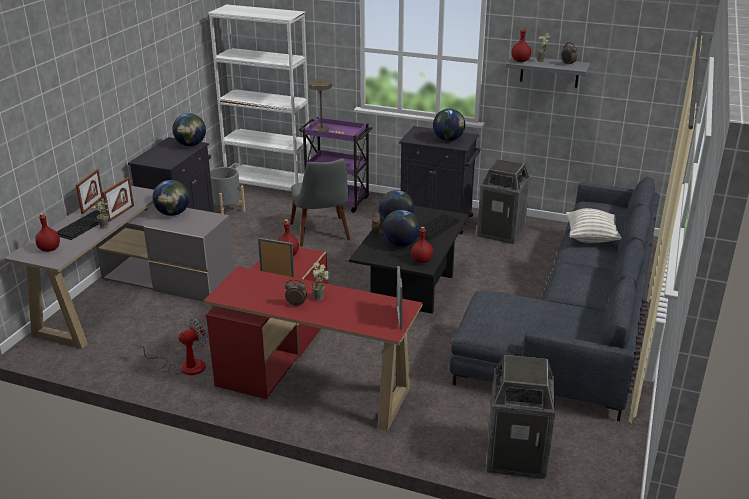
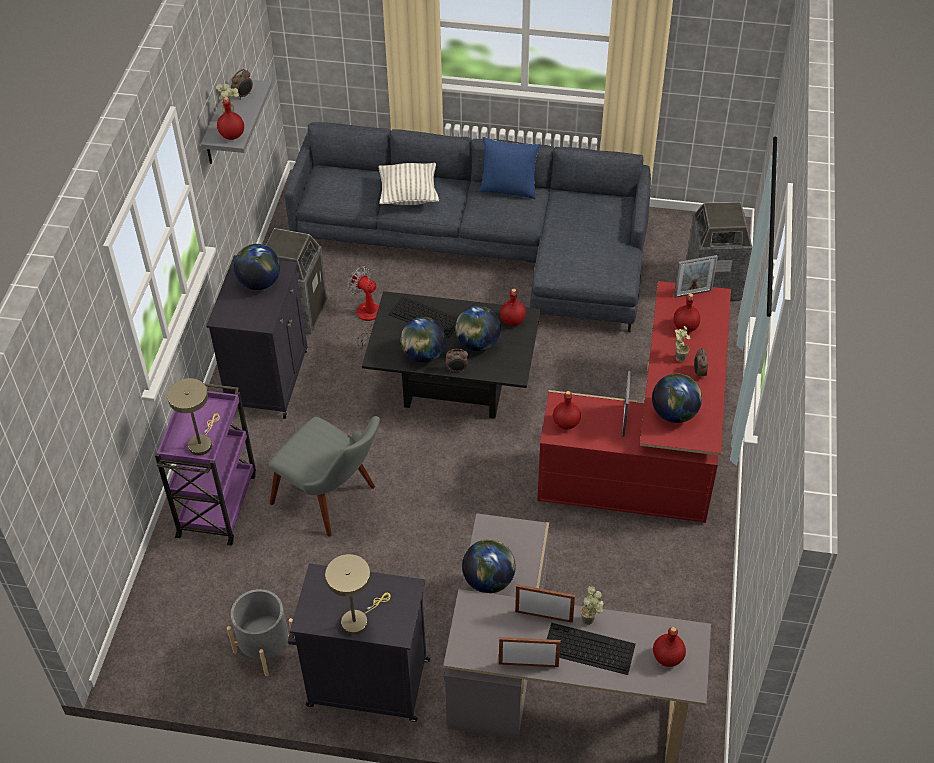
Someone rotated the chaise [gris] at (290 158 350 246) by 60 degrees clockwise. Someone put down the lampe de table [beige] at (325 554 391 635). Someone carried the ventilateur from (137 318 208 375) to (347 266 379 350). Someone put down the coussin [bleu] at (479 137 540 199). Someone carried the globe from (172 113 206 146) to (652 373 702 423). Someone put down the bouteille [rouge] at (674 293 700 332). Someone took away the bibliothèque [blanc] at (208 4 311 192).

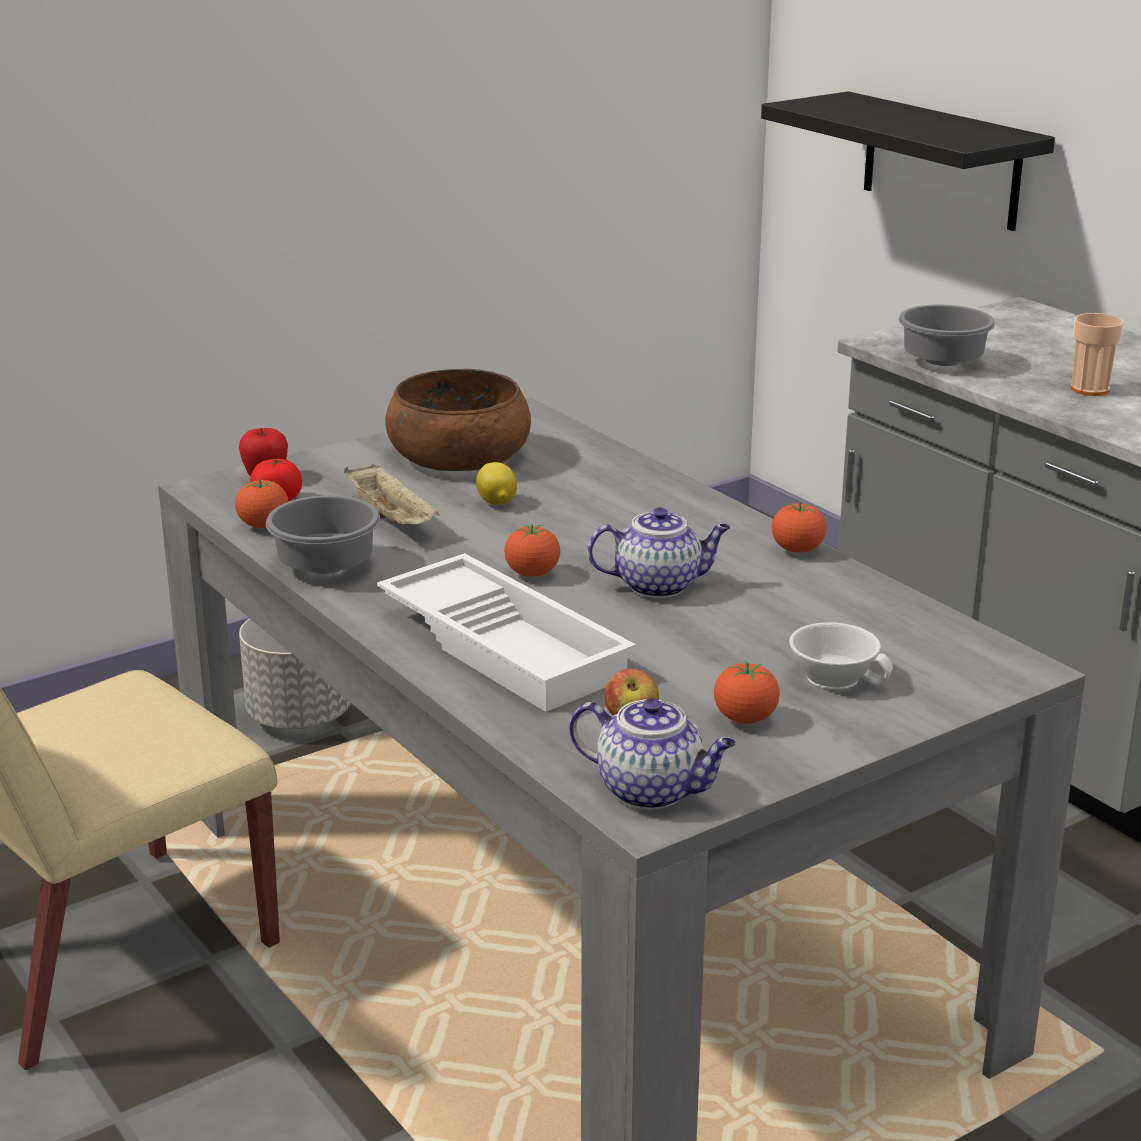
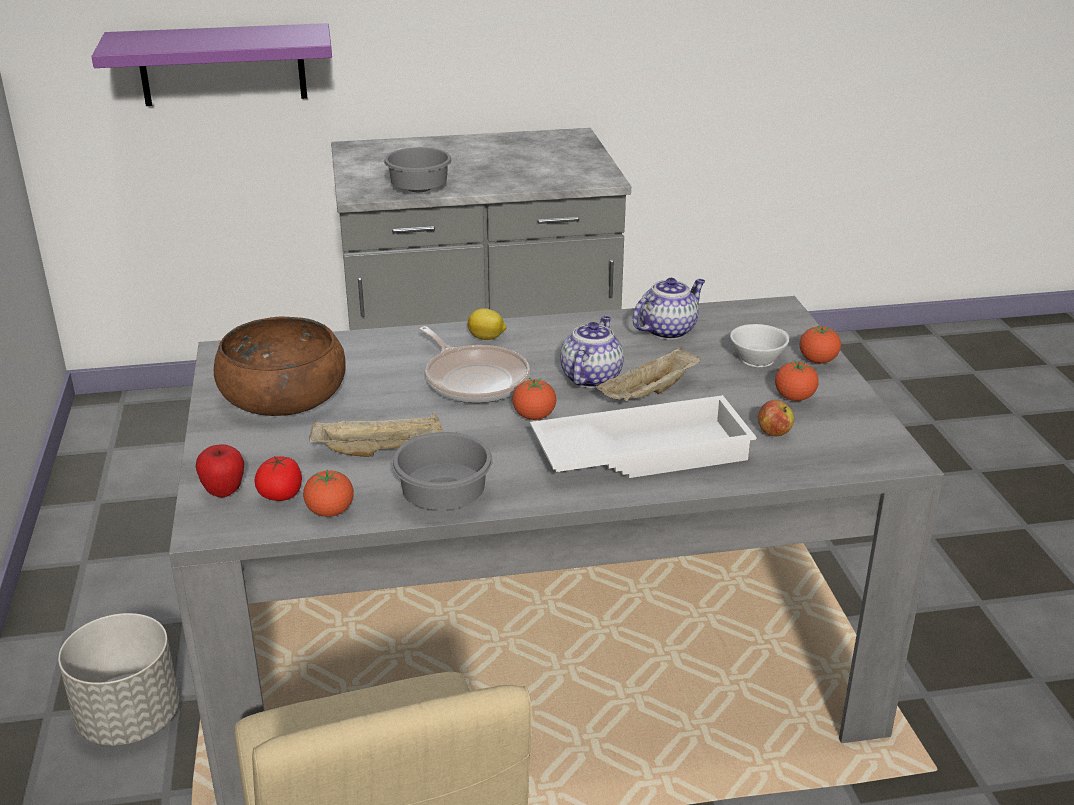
Someone repainted the étagère [noir] at (761 91 1055 231), which became the étagère [violet] at (91 23 332 106). Someone put down the poêle at (420 326 530 403). Someone carried the citron from (476 462 517 506) to (468 308 506 340). Someone put down the plateau [beige] at (596 346 701 401). Someone carried the théière from (569 698 736 809) to (632 278 705 340). Someone carried the tomate from (772 502 826 553) to (800 326 841 363). Someone took away the tasse at (1071 313 1124 396).

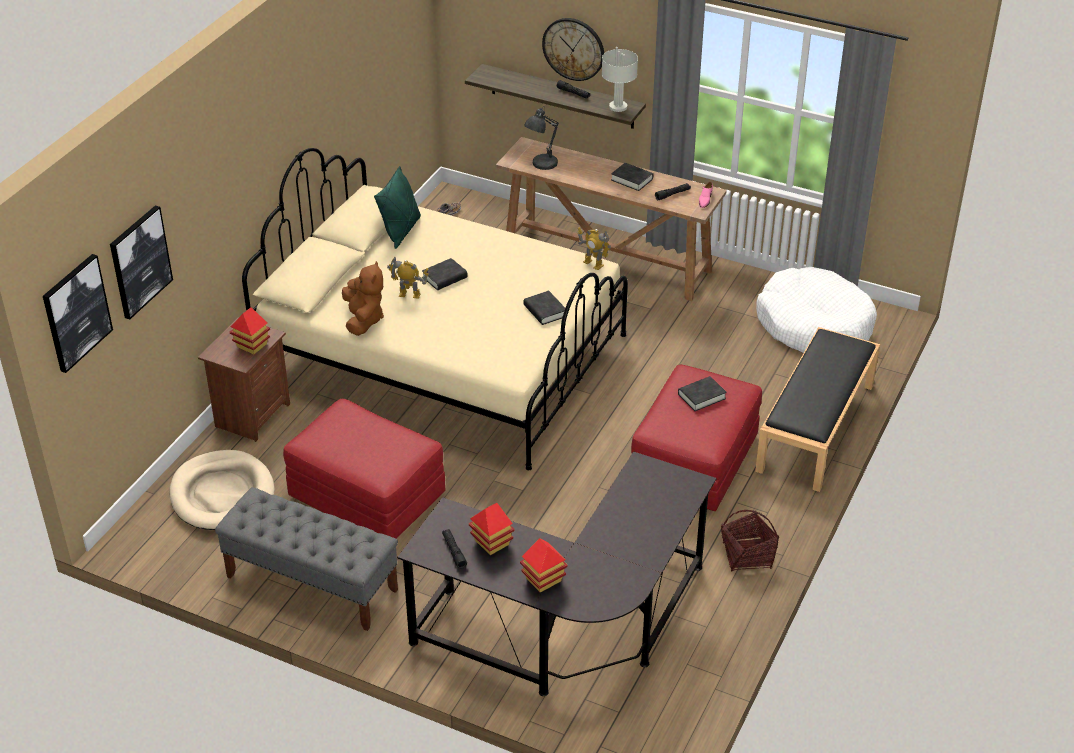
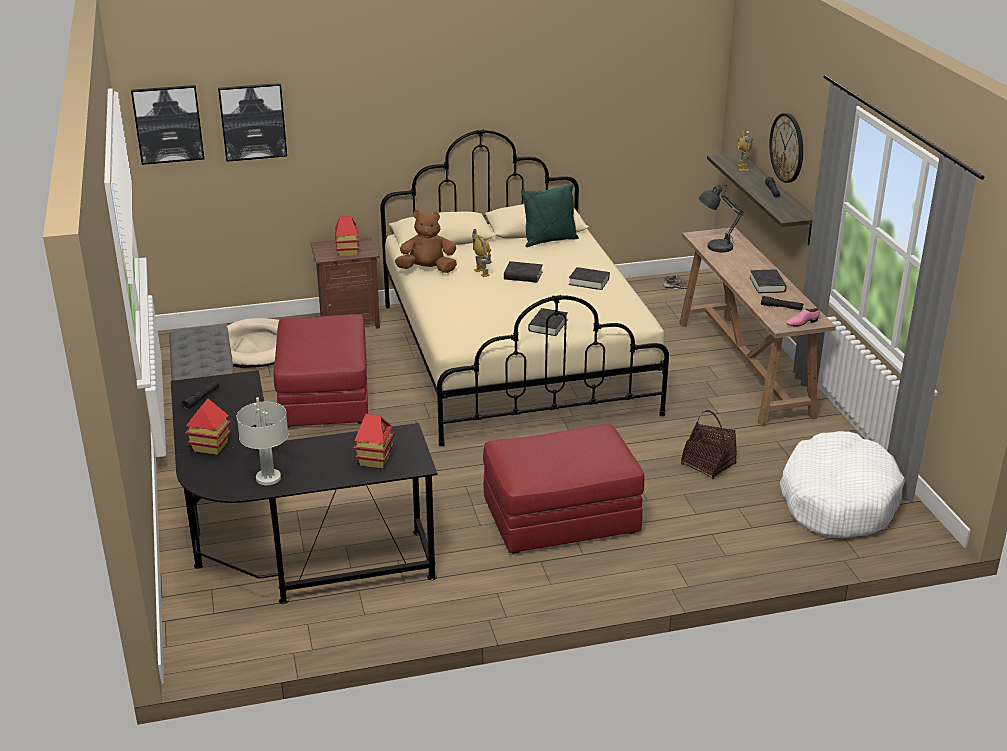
Someone carried the lampe de table [gris] from (602 47 638 112) to (237 398 288 485). Someone carried the maison miniature from (469 503 515 555) to (353 414 395 468). Someone rotated the peluche [marron] at (342 261 384 336) by 135 degrees counterclockwise. Someone carried the livre [noir] from (678 376 727 411) to (569 267 610 290). Someone carried the panier from (721 510 779 571) to (681 410 737 479). Someone carried the robot jouet from (578 227 611 270) to (738 130 753 172). Someone took away the banc [noir] at (755 327 880 492).

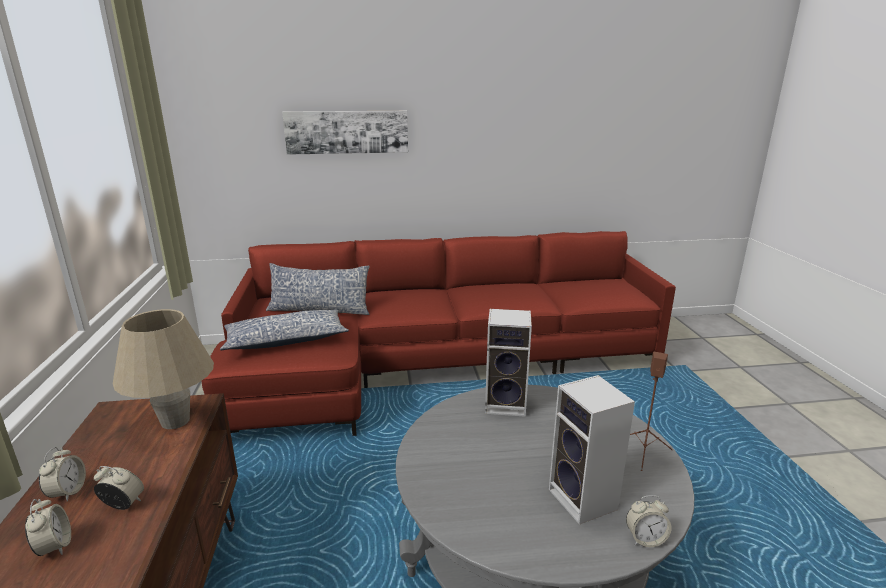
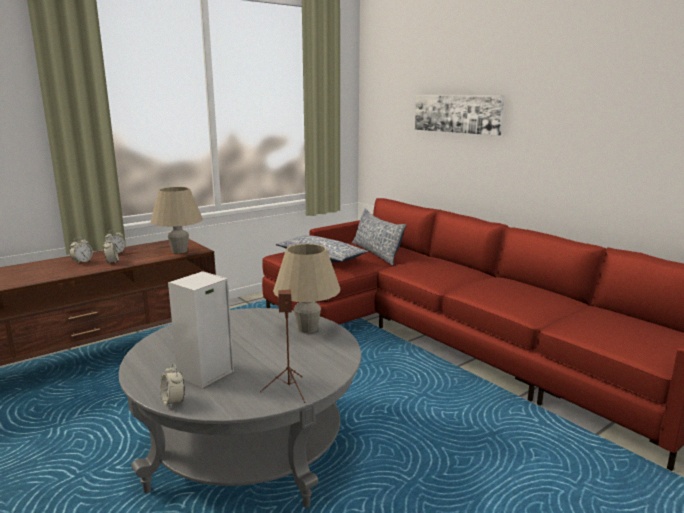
Someone swapped the enceinte at (485 309 532 417) for the lampe de table [beige] at (273 244 341 333).

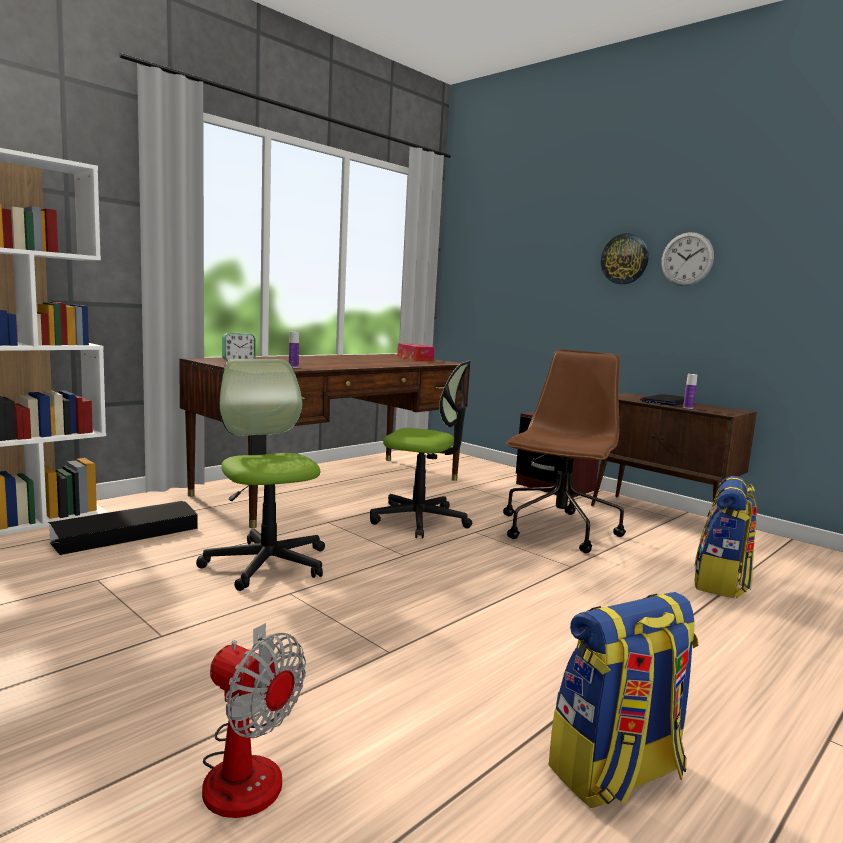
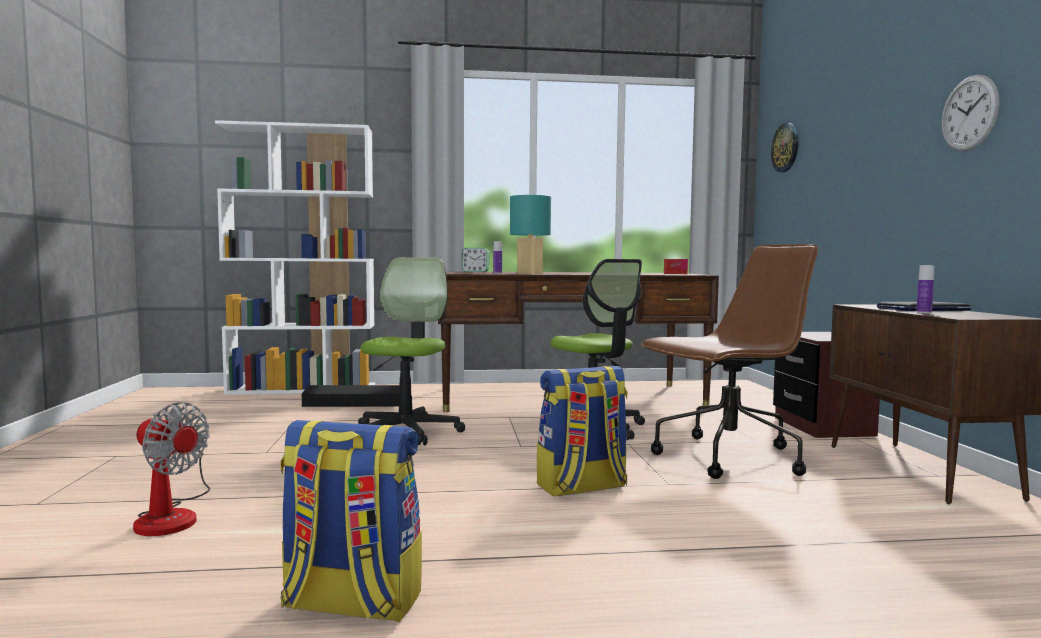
Someone rotated the ventilateur at (202 623 306 818) by 45 degrees counterclockwise. Someone put down the lampe de table [turquoise] at (510 195 551 274). Someone carried the sac à dos from (694 476 757 598) to (537 366 628 497). Someone carried the horloge murale from (601 233 649 284) to (771 123 799 172).

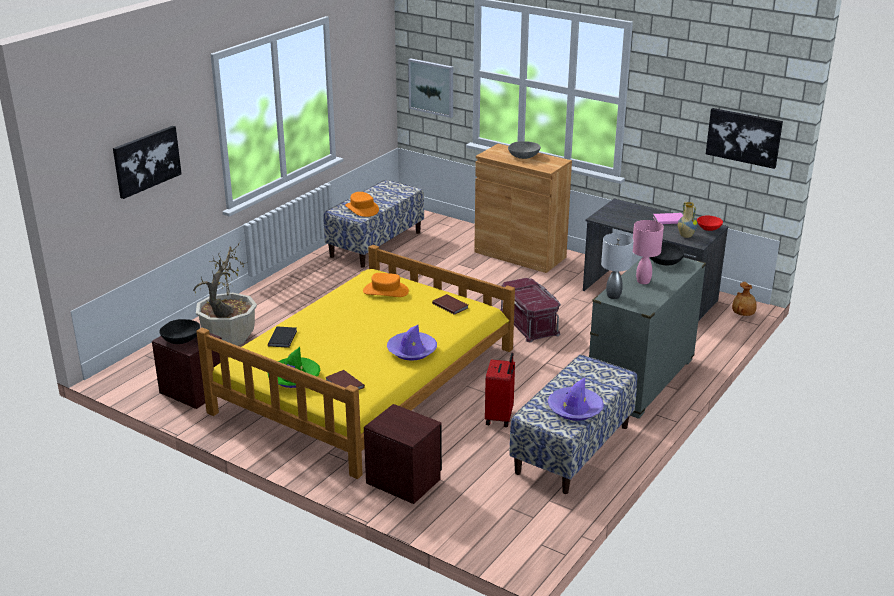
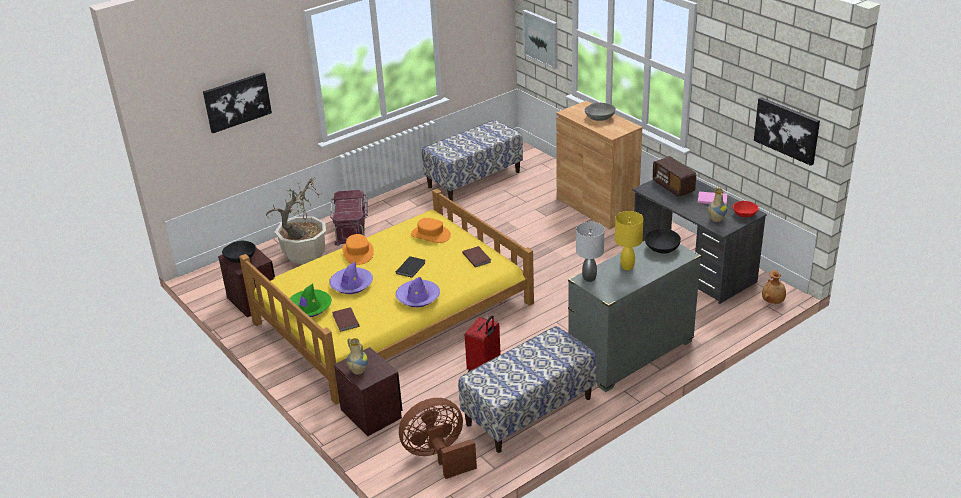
Someone carried the chapeau [violet] from (548 378 604 421) to (329 262 373 294). Someone carried the boîte de rangement [rouge] from (500 278 561 343) to (330 190 368 246). Someone carried the chapeau [orange] from (345 192 379 217) to (342 234 374 265). Someone put down the vase at (347 338 368 374). Someone carried the livre [noir] from (268 326 297 348) to (396 256 426 278). Someone put down the ventilateur [marron] at (399 398 477 479). Someone repainted the lampe de table [rose] at (633 220 664 284), which became the lampe de table [jaune] at (615 211 644 270). Someone put down the radio at (652 156 696 197).

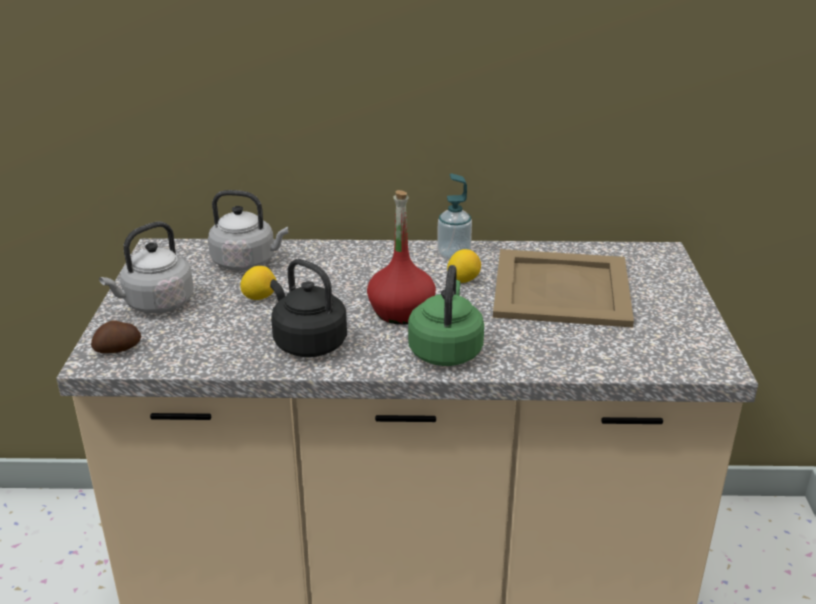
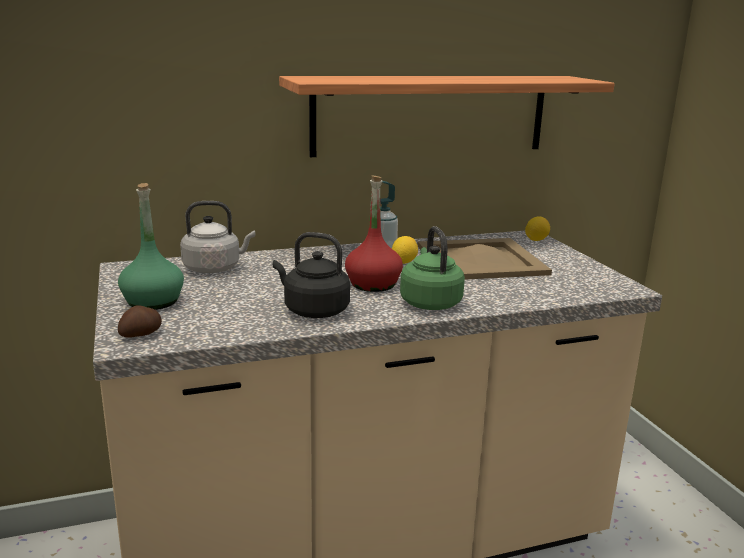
Someone swapped the bouilloire [gris] at (99 222 194 313) for the bouteille [vert] at (118 183 184 310). Someone put up the étagère at (279 76 615 157). Someone carried the citron from (240 266 276 300) to (525 217 550 241).

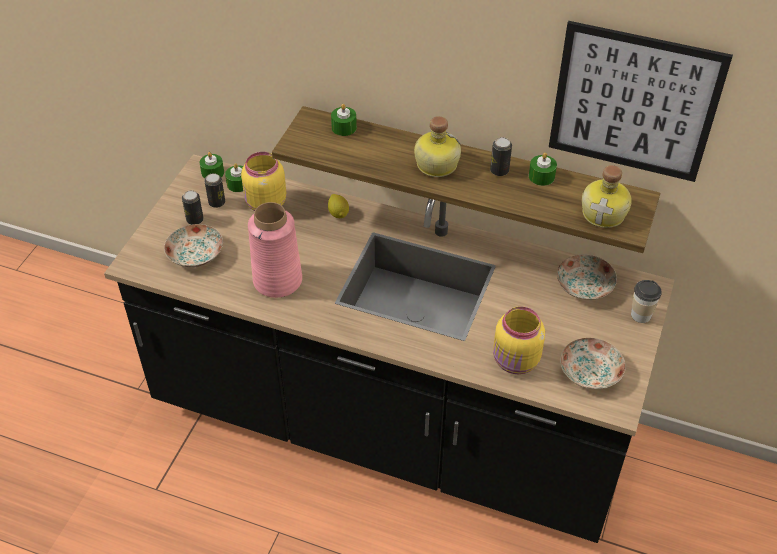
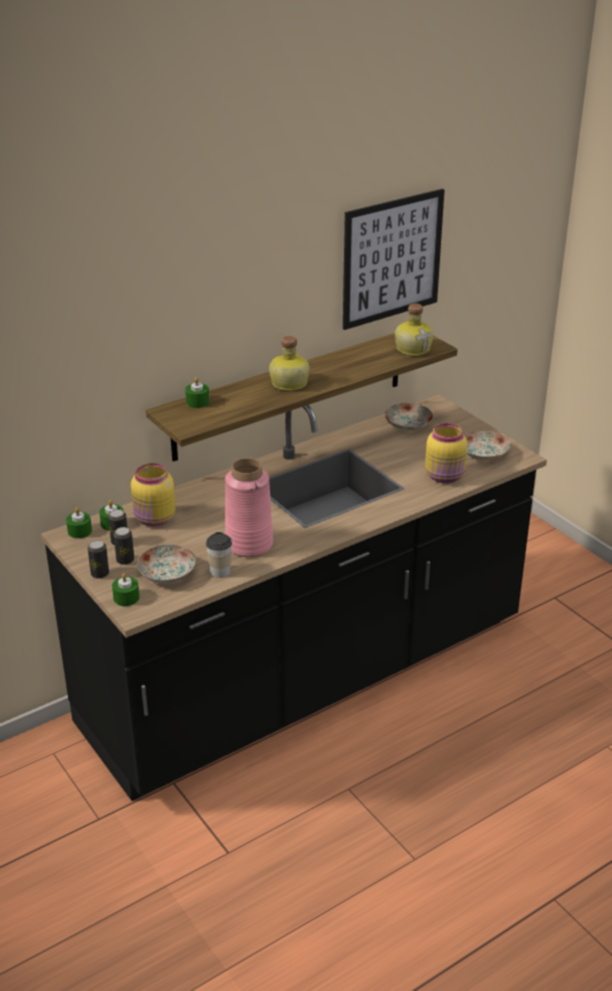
Someone carried the boîte métallique from (490 137 512 176) to (87 540 109 579). Someone carried the bougie [vert] from (529 153 557 186) to (112 573 140 606). Someone carried the tasse from (631 280 662 323) to (206 532 232 578). Someone took away the citron at (328 194 349 218).

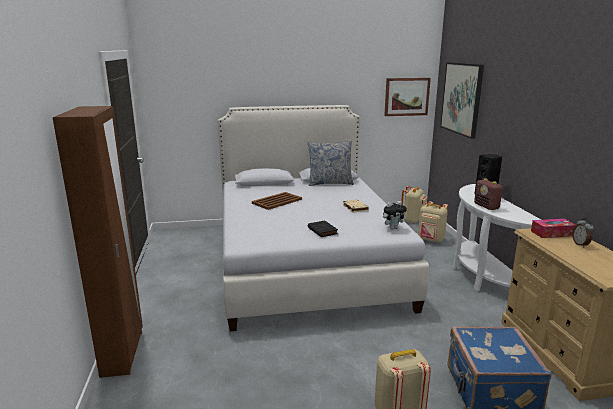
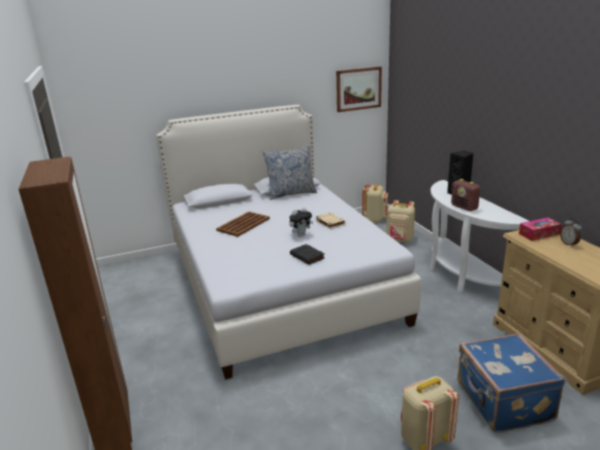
Someone carried the peluche from (383 201 407 229) to (289 207 313 236). Someone took away the tableau at (440 62 484 139).

